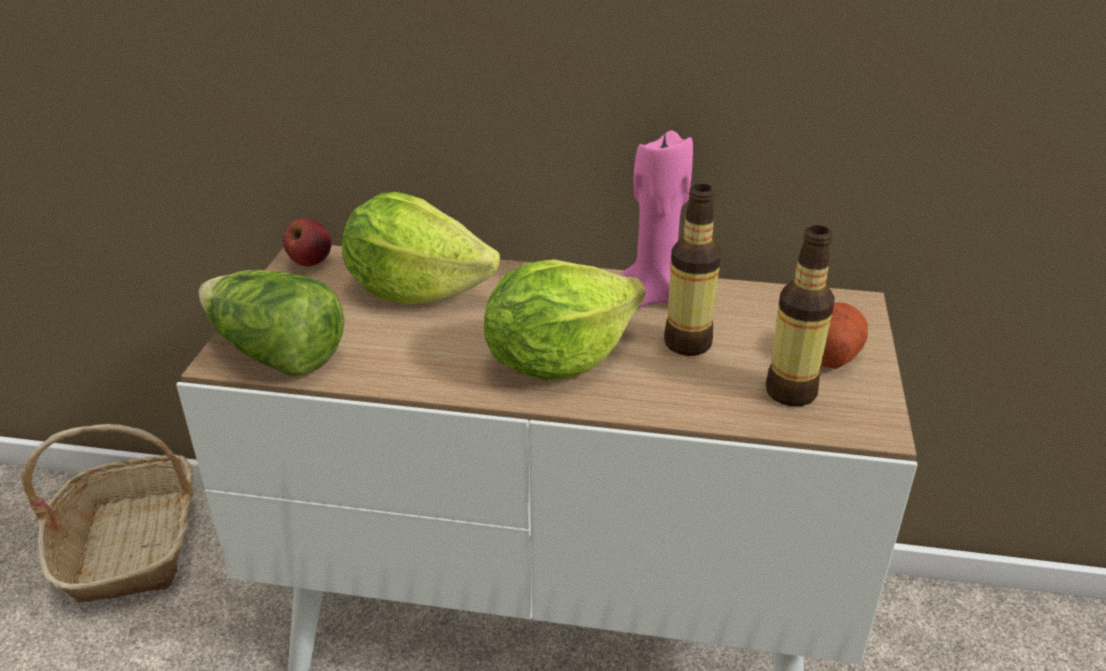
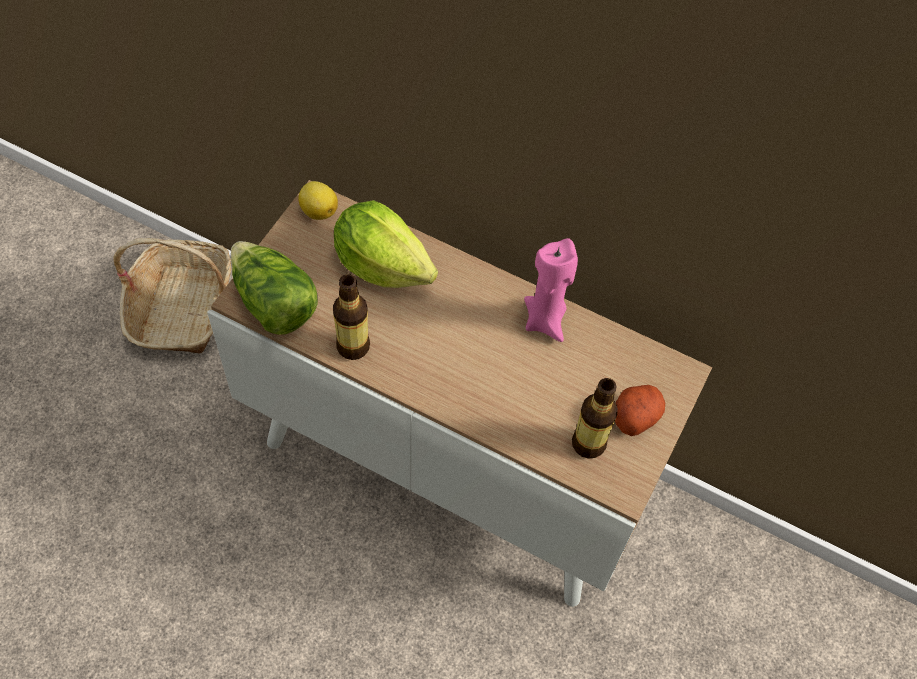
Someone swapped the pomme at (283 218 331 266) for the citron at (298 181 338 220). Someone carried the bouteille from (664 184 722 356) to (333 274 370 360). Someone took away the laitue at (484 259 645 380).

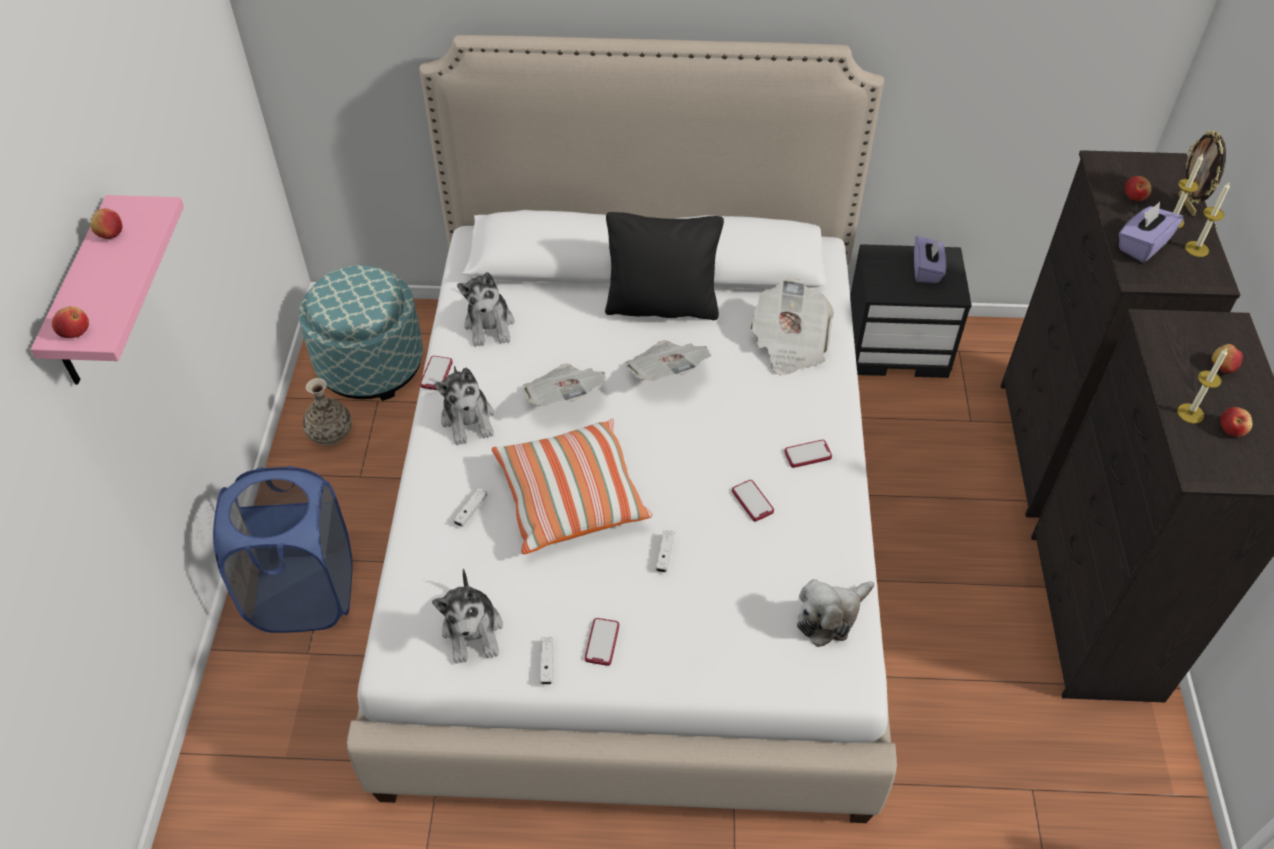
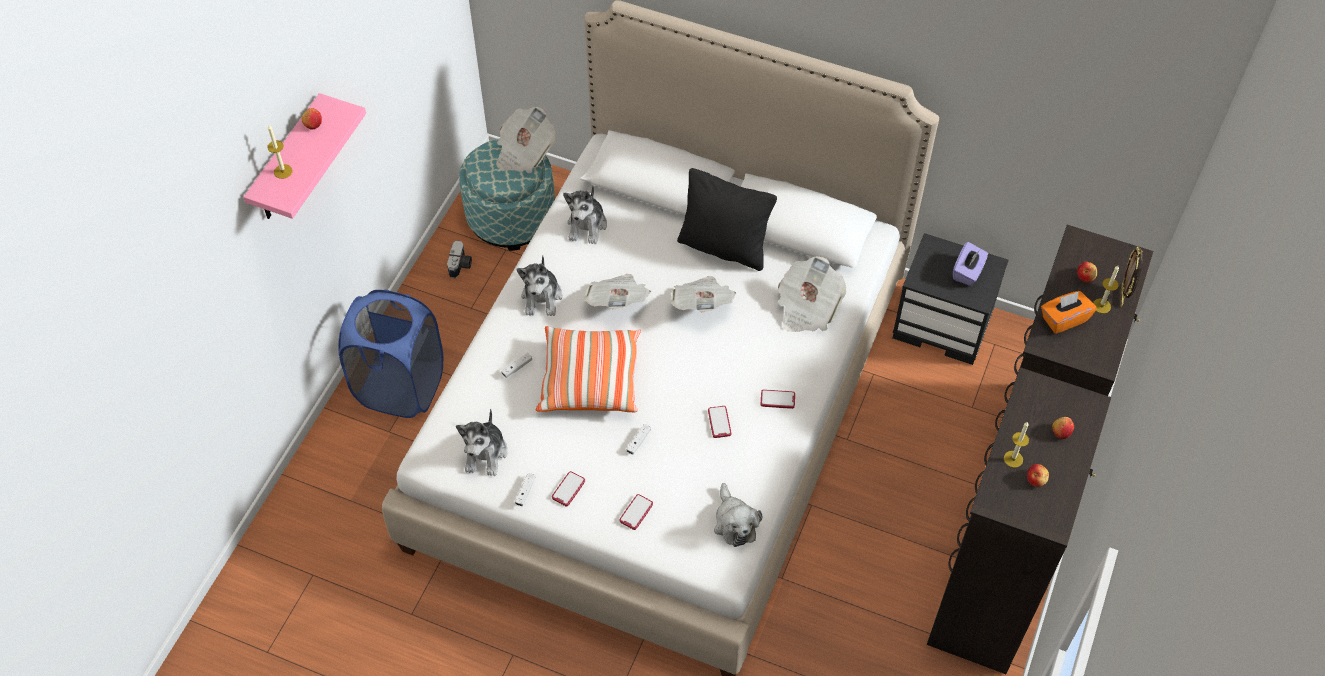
Someone carried the bougie from (1185 182 1230 257) to (267 125 293 179). Someone swapped the vase at (303 378 352 446) for the appareil photo at (447 240 472 278). Someone put down the journal at (496 107 556 173). Someone carried the téléphone from (420 356 453 390) to (620 494 653 530). Someone rotated the peluche at (797 579 874 647) by 90 degrees counterclockwise. Someone repainted the boîte à mouchoirs [violet] at (1119 202 1183 262), which became the boîte à mouchoirs [orange] at (1041 291 1097 334). Someone took away the pomme at (52 306 89 338).

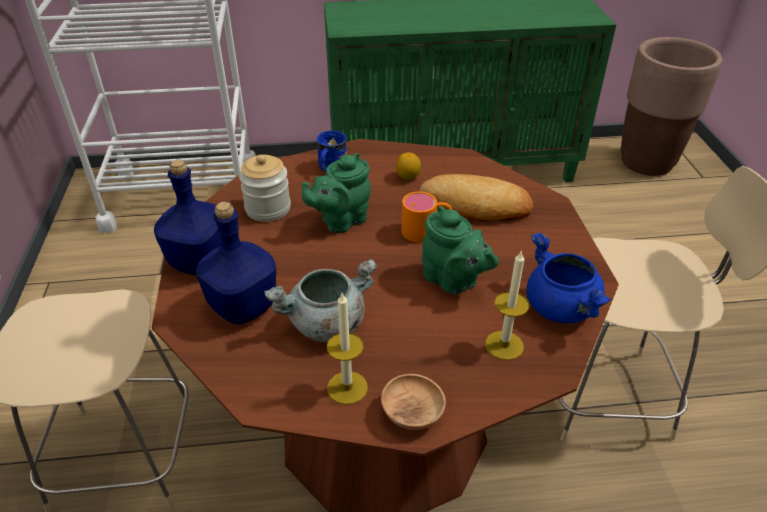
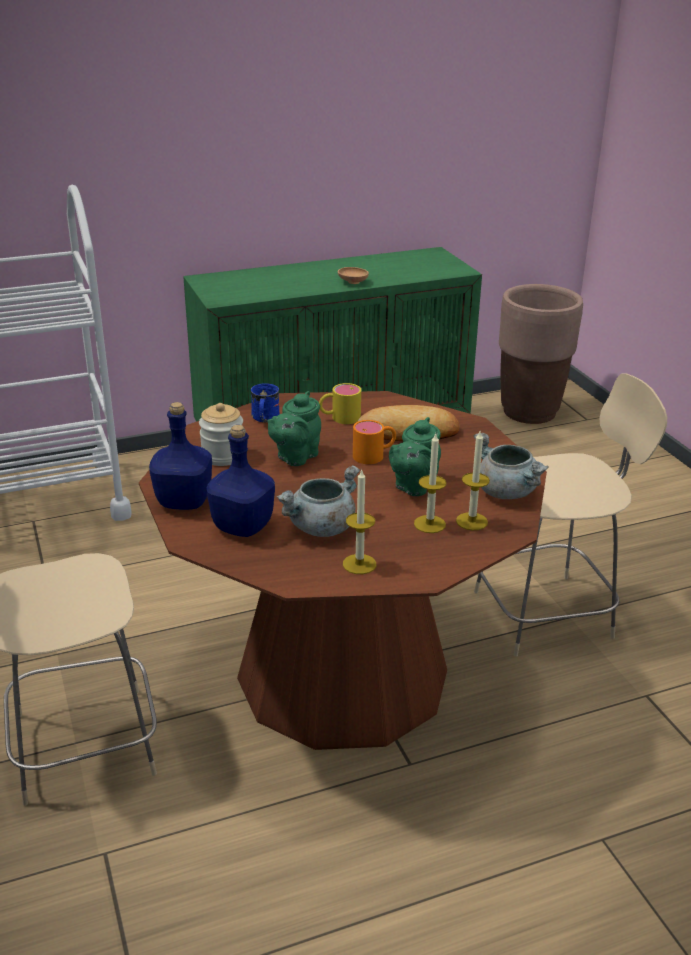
Someone swapped the citron at (396 152 421 180) for the mug [jaune] at (319 383 361 424). Someone carried the bol [marron] from (381 374 446 430) to (338 267 369 284). Someone rotated the théière [vert] at (422 206 499 294) by 90 degrees clockwise. Someone put down the bougie at (414 434 446 533). Someone repainted the marmite [bleu] at (526 233 611 323), which became the marmite [gris] at (473 433 549 499).

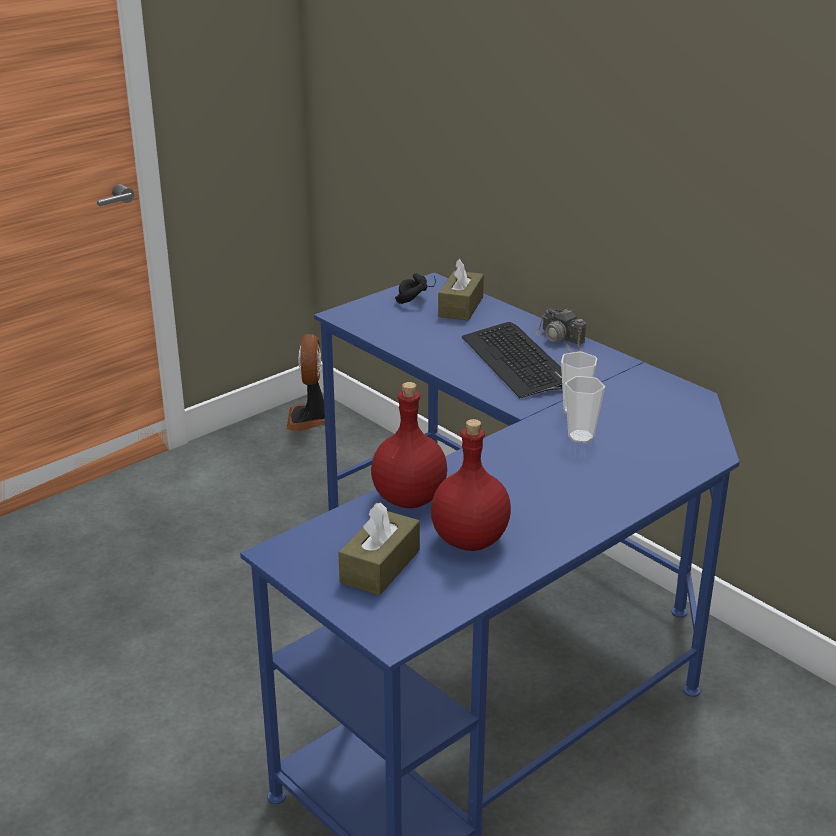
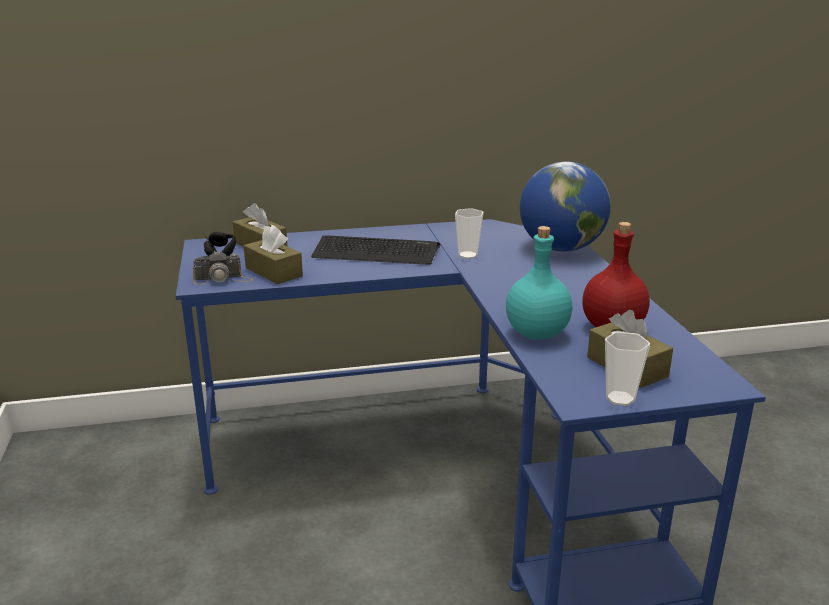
Someone carried the appareil photo from (535 309 586 353) to (193 251 253 285). Someone put down the boîte à mouchoirs [marron] at (244 225 303 284). Someone repainted the bouteille [rouge] at (371 382 447 508), which became the bouteille [turquoise] at (506 226 572 339). Someone put down the globe at (520 162 611 252). Someone carried the tasse from (565 376 605 443) to (605 332 650 406). Someone took away the ventilateur at (287 334 325 431).

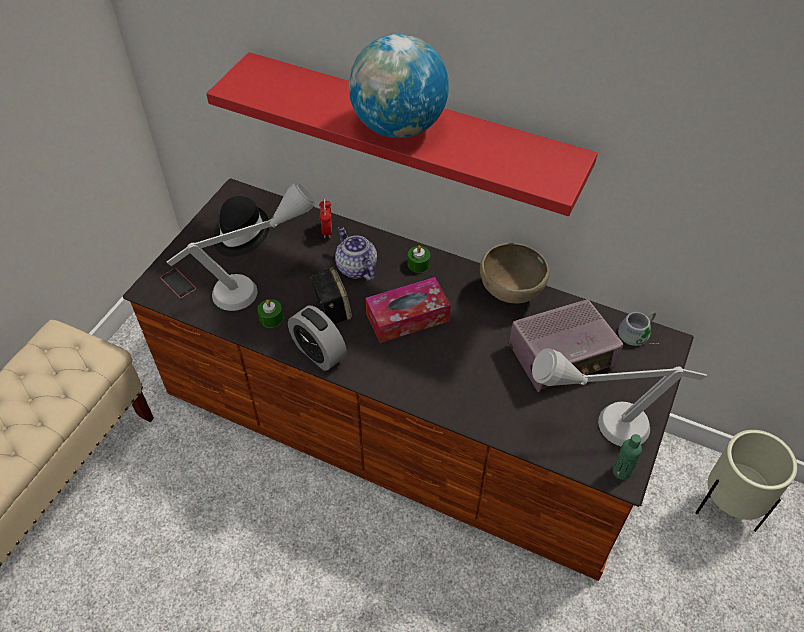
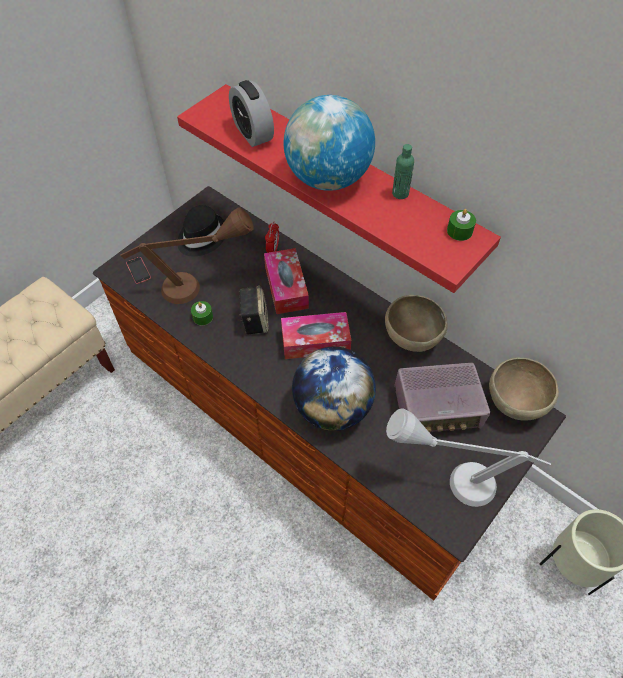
Someone repainted the lampe de table [gris] at (167 182 315 311), which became the lampe de table [marron] at (120 207 254 304). Someone carried the réveil from (288 305 347 371) to (229 80 274 147). Someone swapped the théière at (335 226 377 281) for the boîte à mouchoirs at (264 248 309 314). Someone put down the globe at (292 347 376 431). Someone carried the bouteille [vert] from (612 434 642 480) to (392 144 414 199). Someone carried the bougie [vert] from (408 245 430 273) to (447 209 476 241). Someone swapped the mug [gris] at (618 311 656 346) for the bol [marron] at (489 358 559 421).

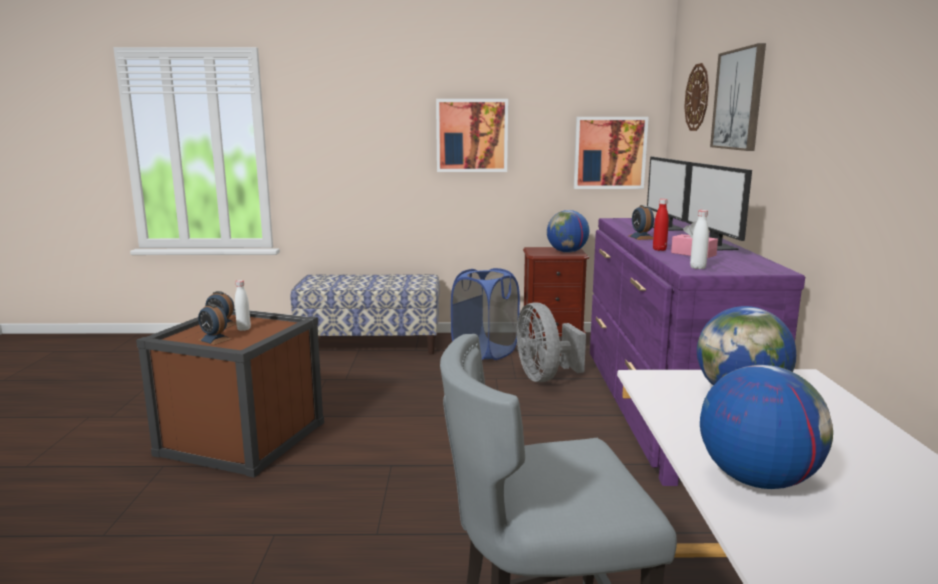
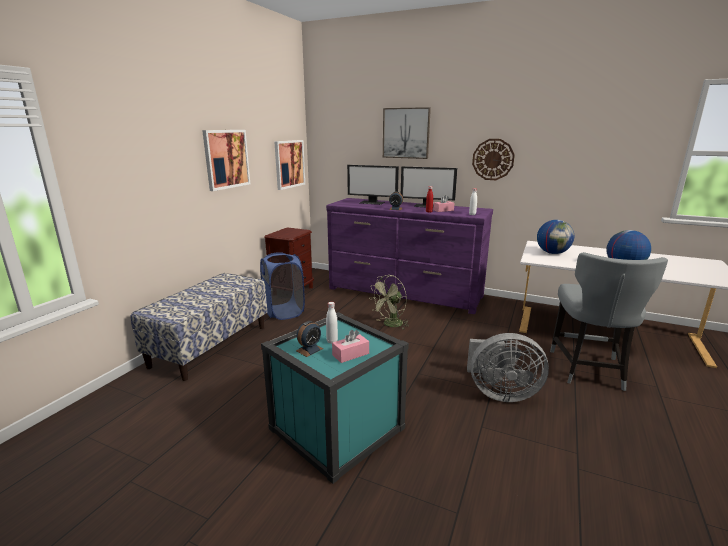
Someone repainted the boîte de rangement [marron] at (136 309 324 478), which became the boîte de rangement [turquoise] at (261 312 409 484). Someone swapped the réveil at (198 304 232 345) for the boîte à mouchoirs [rose] at (332 330 369 363). Someone put down the ventilateur [vert] at (369 275 408 329). Someone carried the ventilateur [gris] from (516 303 586 382) to (467 333 549 402). Someone carried the horloge murale from (684 63 709 131) to (472 139 515 180). Someone took away the globe at (547 210 589 253).

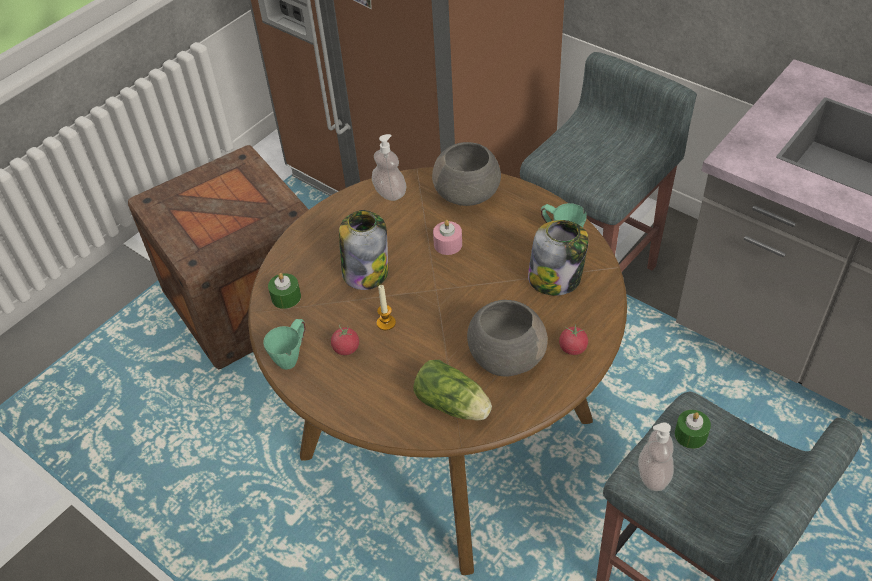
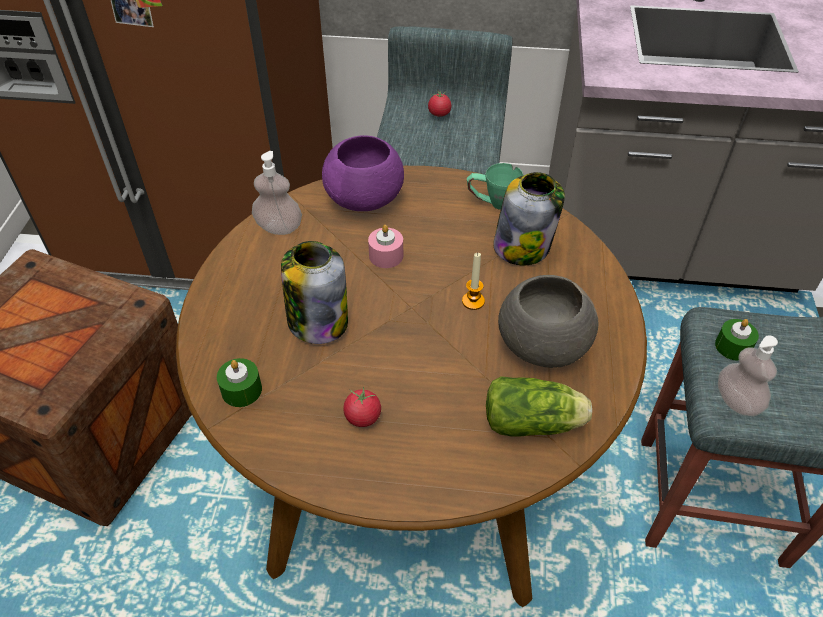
Someone repainted the bol [gris] at (432 142 501 206), which became the bol [violet] at (322 136 404 211). Someone carried the tomate from (559 324 588 355) to (428 90 451 117). Someone carried the bougie from (377 285 396 330) to (462 253 485 310). Someone took away the mug [vert] at (263 319 305 370).

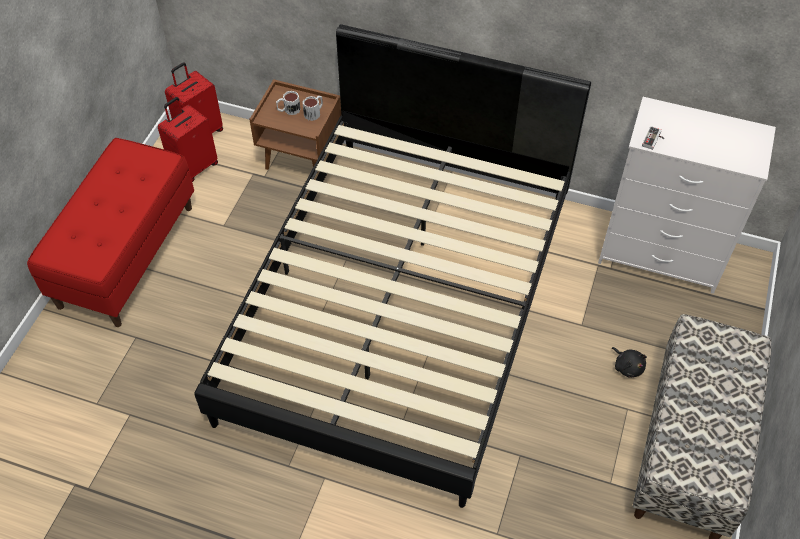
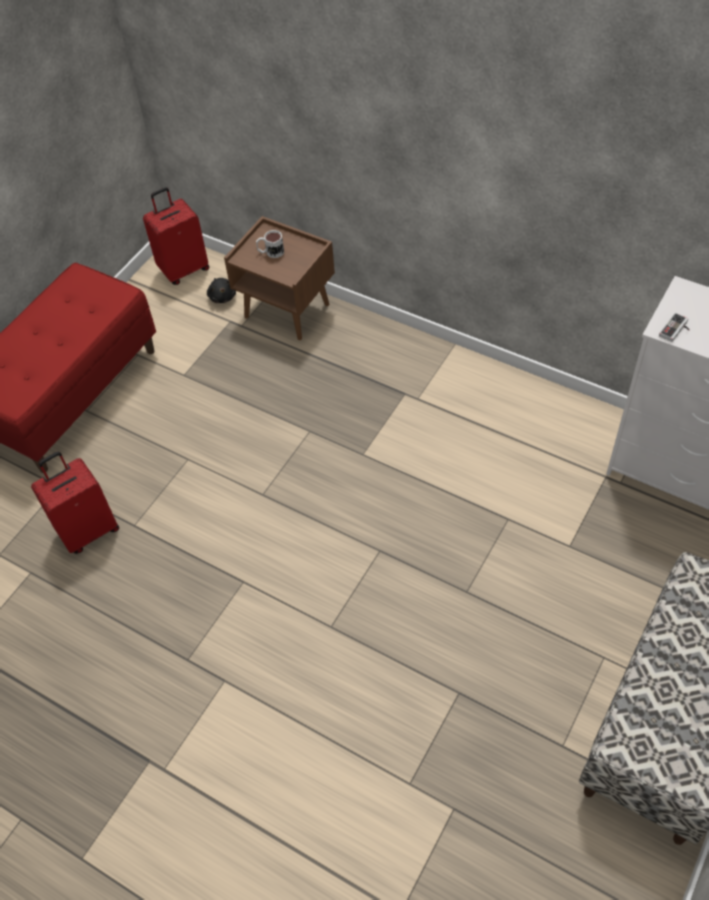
Someone carried the valise [rouge] from (158 97 218 182) to (31 452 119 554). Someone carried the peluche [noir] from (612 347 647 378) to (207 278 236 303). Someone took away the lit [noir] at (194 24 591 508). Someone took away the mug at (303 96 323 121).

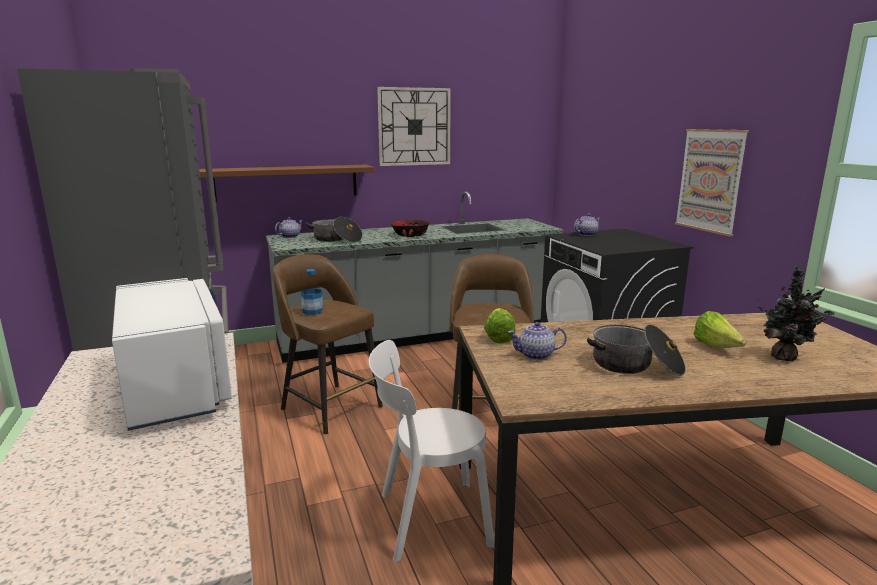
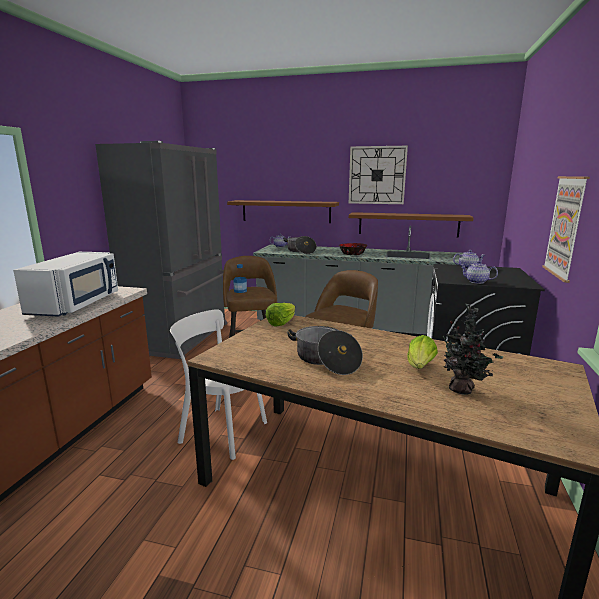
Someone put up the étagère [marron] at (349 212 474 237). Someone carried the théière from (508 322 567 360) to (460 261 498 284).

